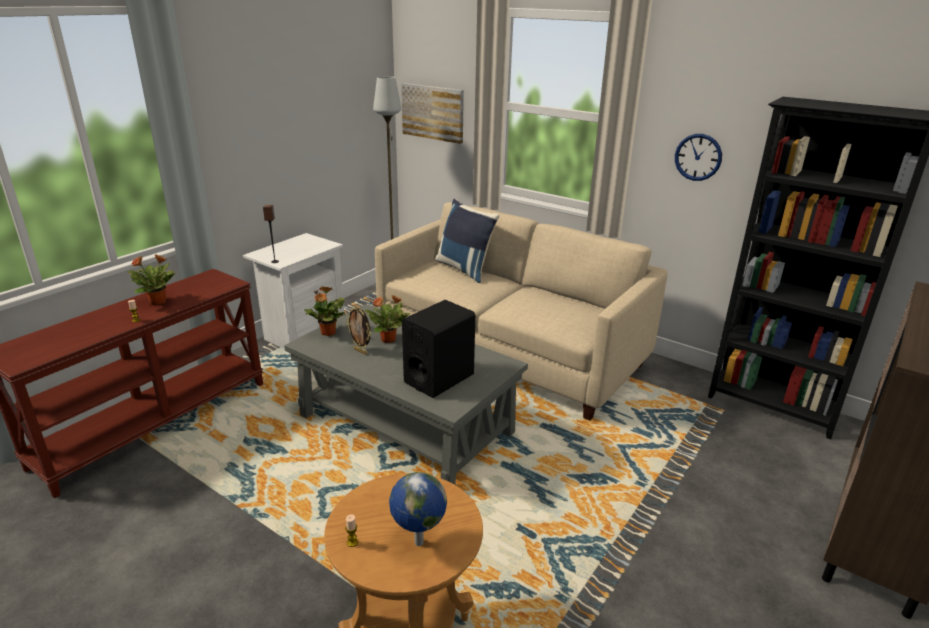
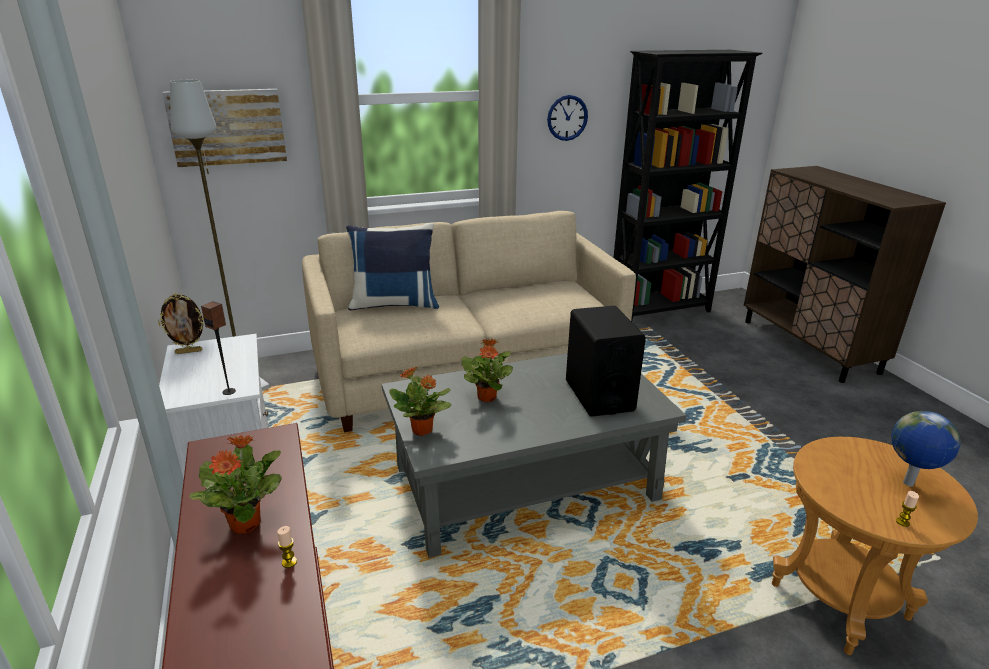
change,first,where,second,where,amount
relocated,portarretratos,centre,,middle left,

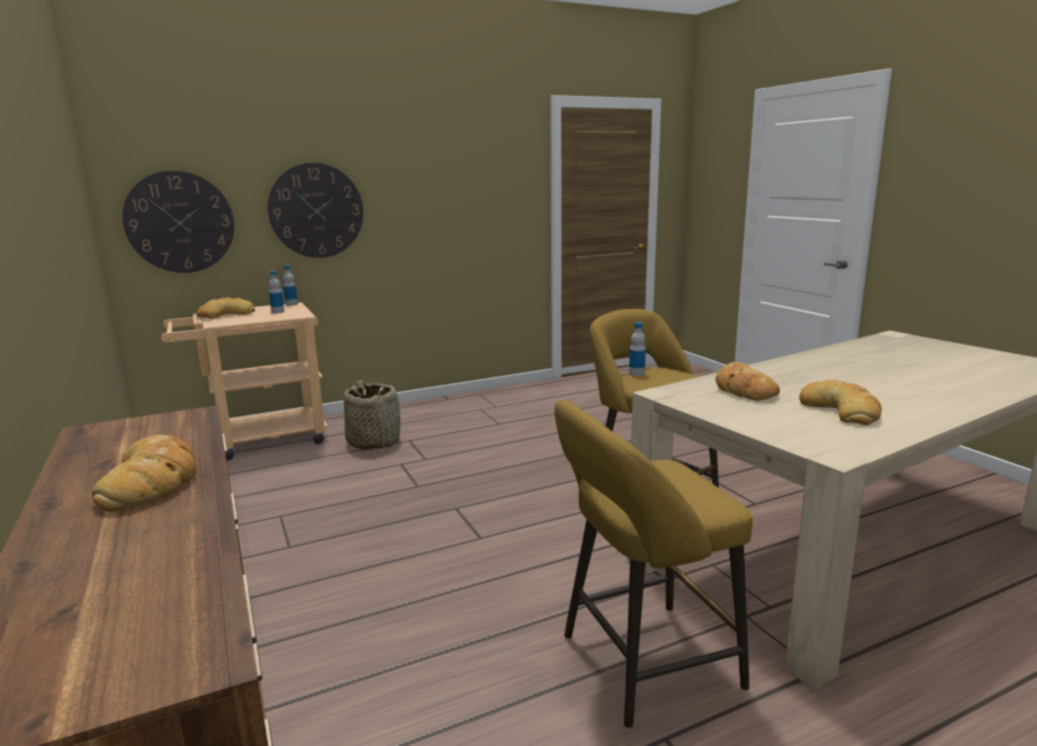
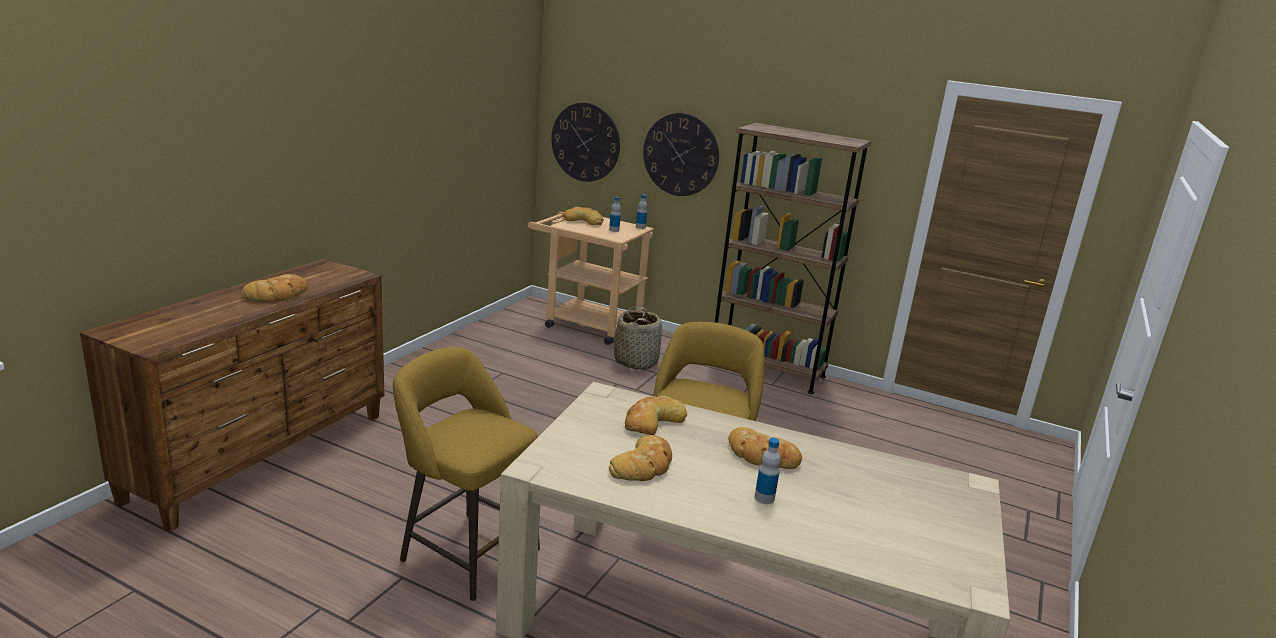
change,first,where,second,where,amount
relocated,botella (no. 3 from left),centre,,bottom centre,
appeared,,,estantería [marrón],centre,
appeared,,,pan (no. 5 from left),bottom centre,

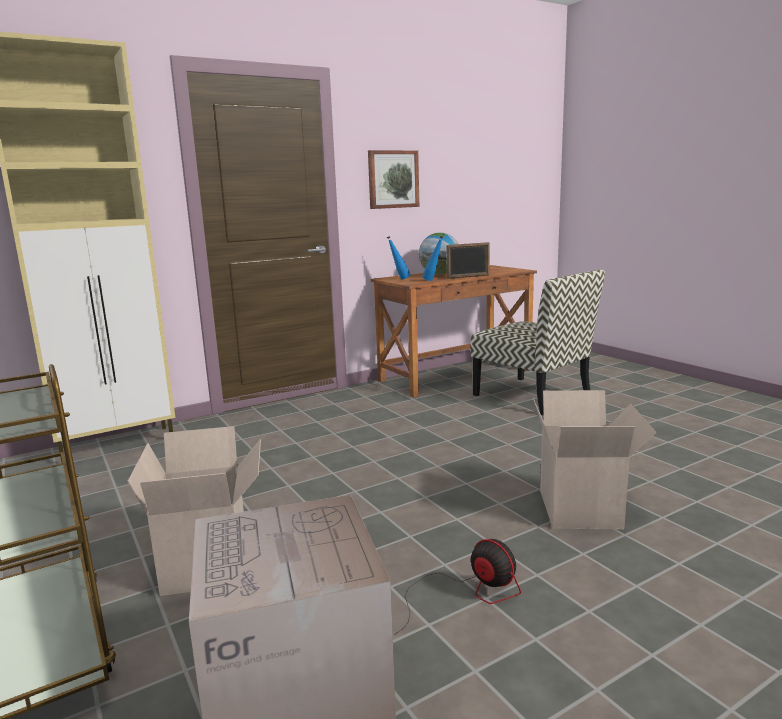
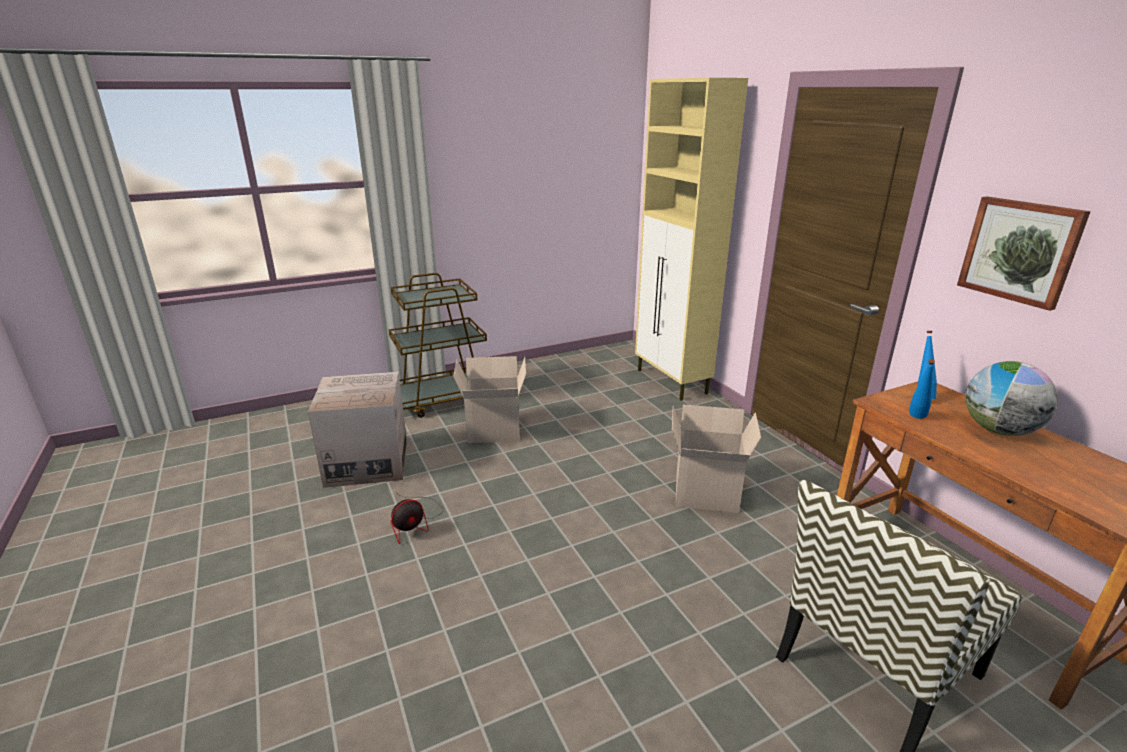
change,first,where,second,where,amount
missing,portarretratos,centre,,,
relocated,caja de cartón (no. 3 from left),middle right,,centre,

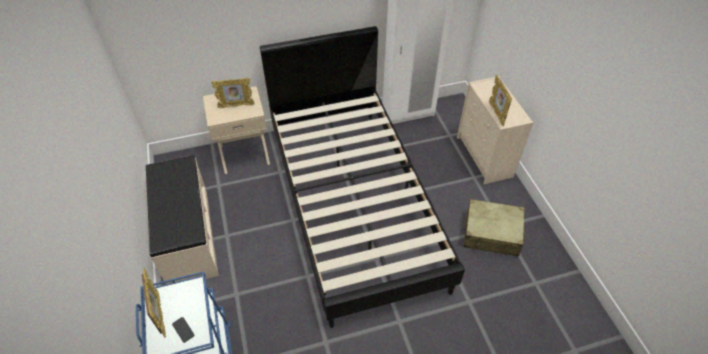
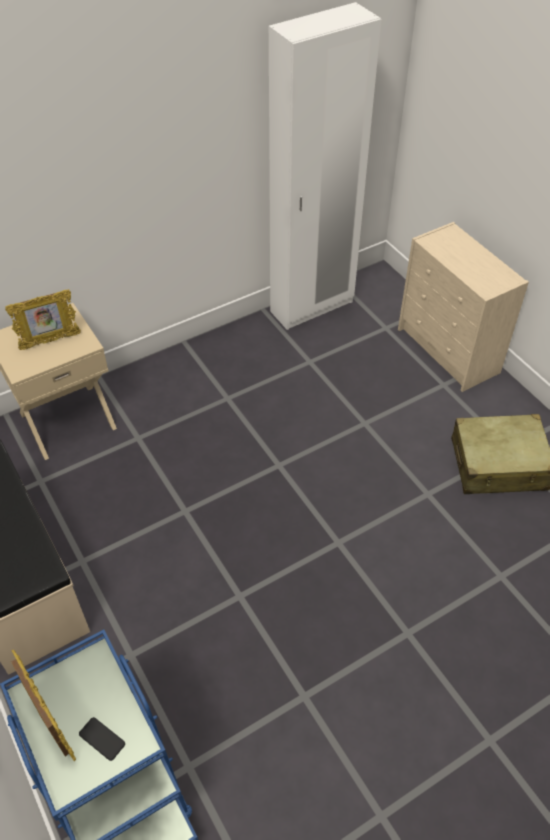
change,first,where,second,where,amount
missing,cama [negro],centre,,,
missing,portarretratos (no. 3 from left),top right,,,

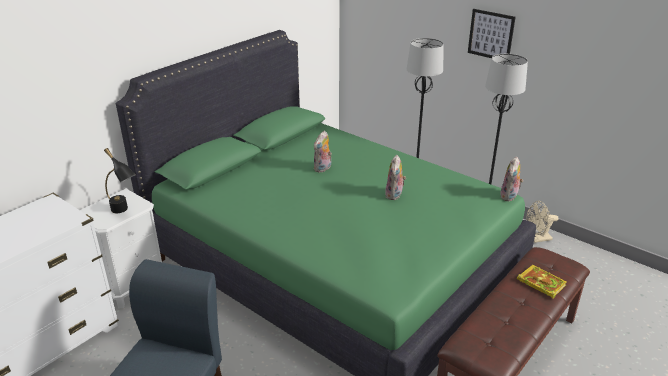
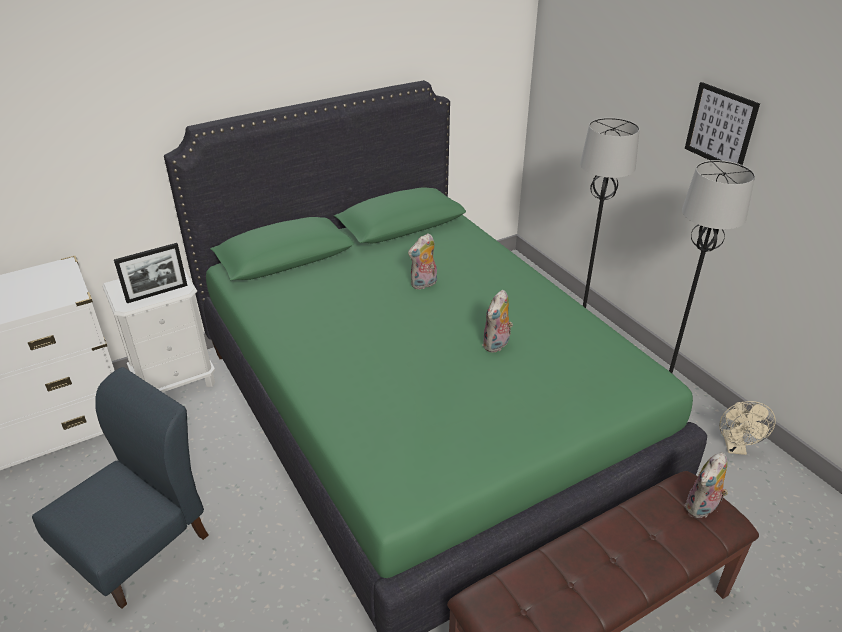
change,first,where,second,where,amount
exchanged,lámpara de mesa [negro],middle left,portarretratos,middle left,
relocated,peluche (no. 3 from left),middle right,,bottom right,
spun,ventilador [beis],middle right,,bottom right,90 degrees counterclockwise
missing,libro,bottom right,,,

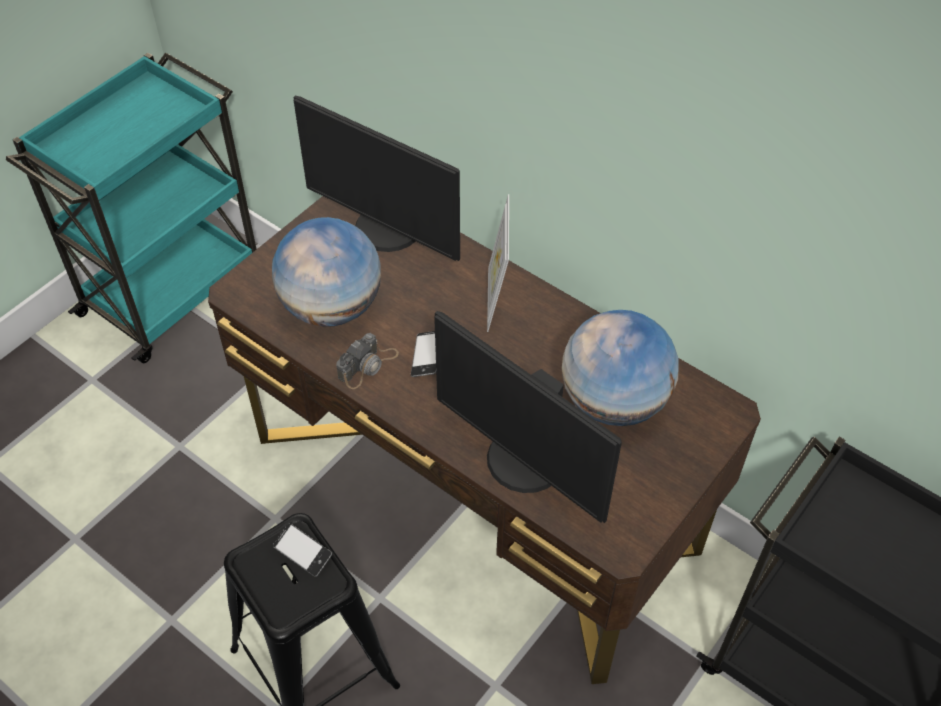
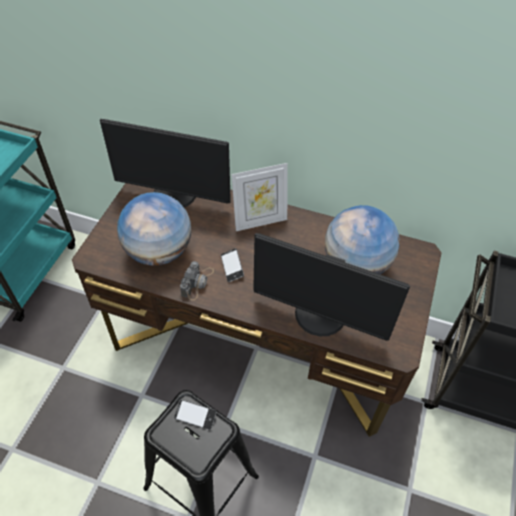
change,first,where,second,where,amount
spun,portarretratos,centre,,centre,90 degrees counterclockwise

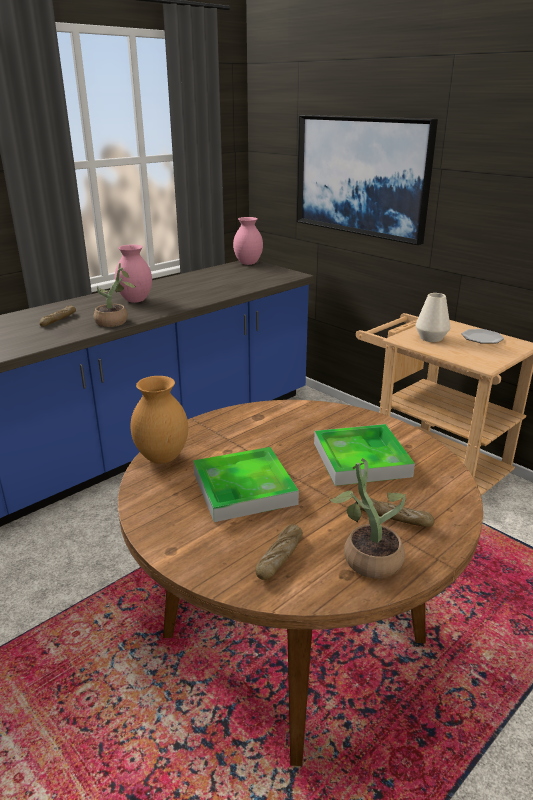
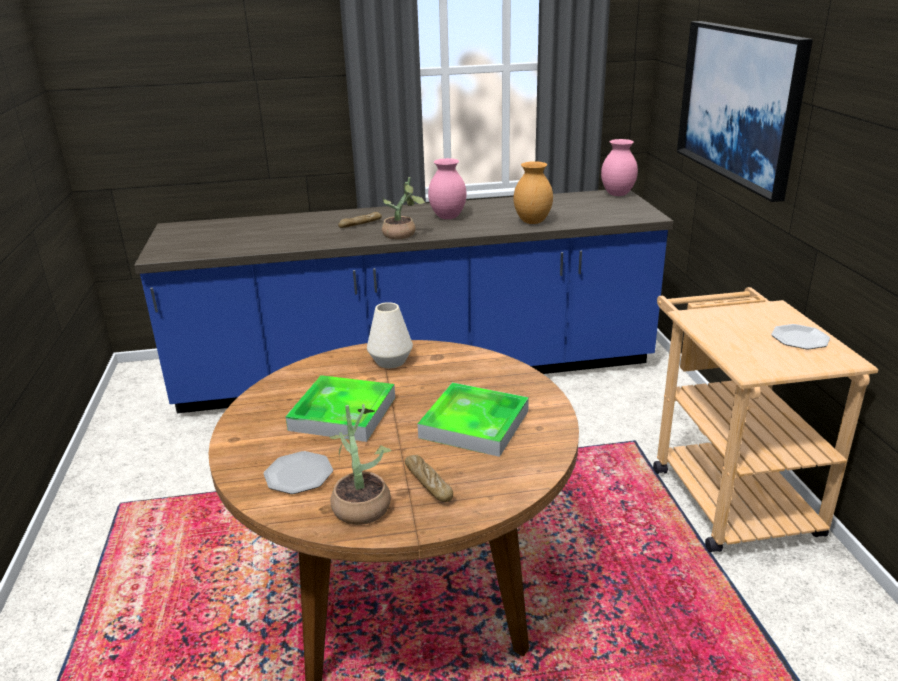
change,first,where,second,where,amount
relocated,florero [blanco],middle right,,centre,
relocated,florero [marrón],middle left,,top centre,
exchanged,pan (no. 2 from left),bottom centre,plato (no. 1 from left),bottom left,

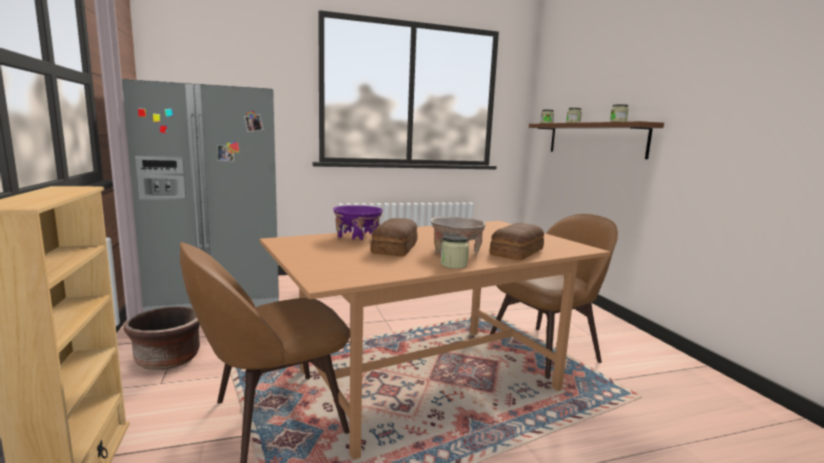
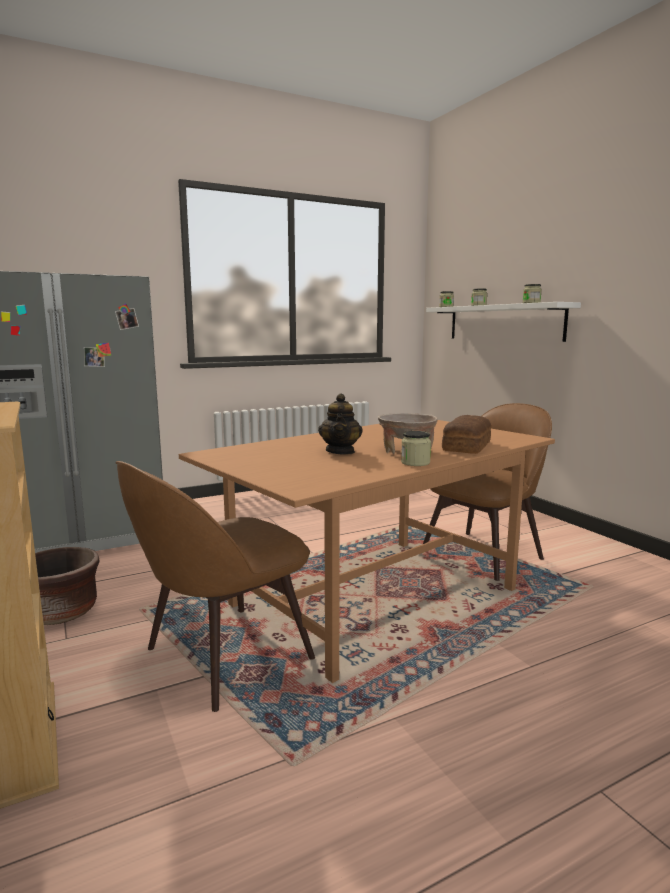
change,first,where,second,where,amount
colour,estante [marrón],top right,estante [blanco],middle right,
missing,cuenco [morado],centre,,,
exchanged,pan (no. 1 from left),centre,tetera,centre,

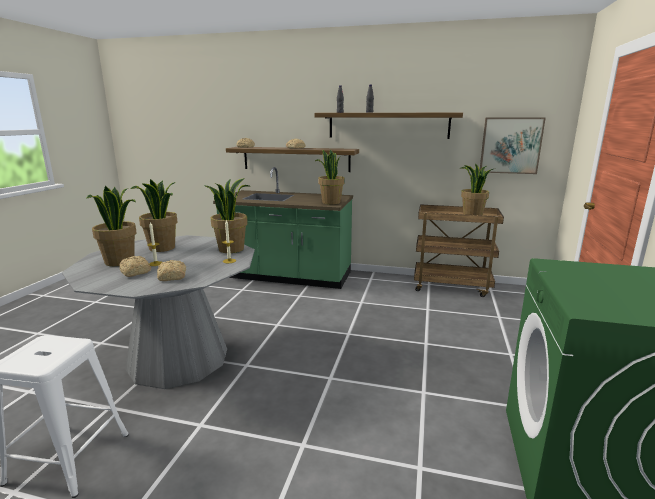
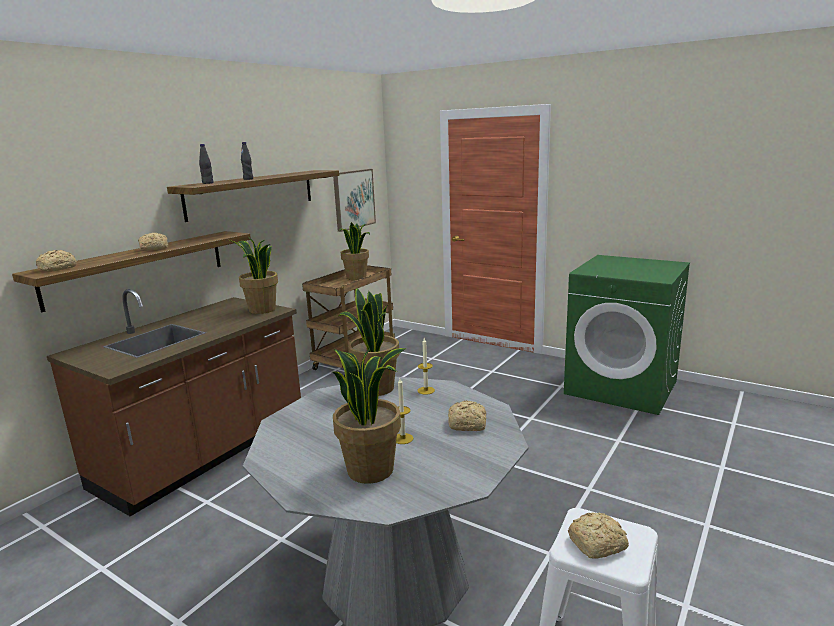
change,first,where,second,where,amount
colour,mueble bajo de cocina [verde],centre,mueble bajo de cocina [marrón],middle left,
missing,planta en maceta (no. 2 from left),middle left,,,
relocated,pan (no. 1 from left in the first image),middle left,pan (no. 4 from left),bottom right,

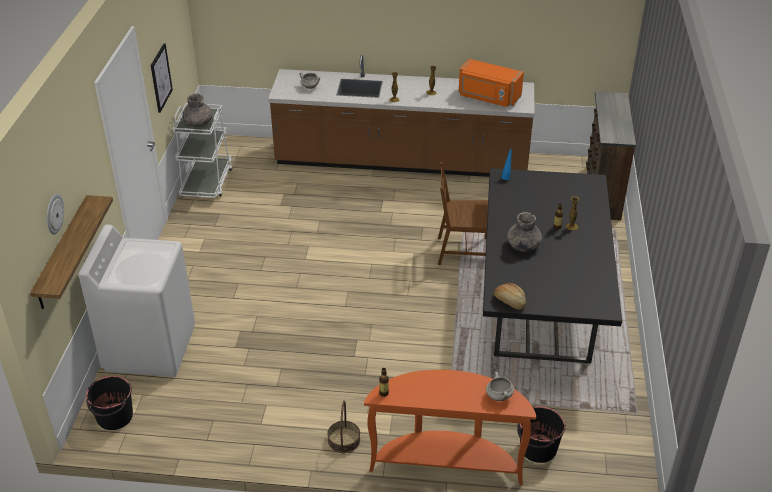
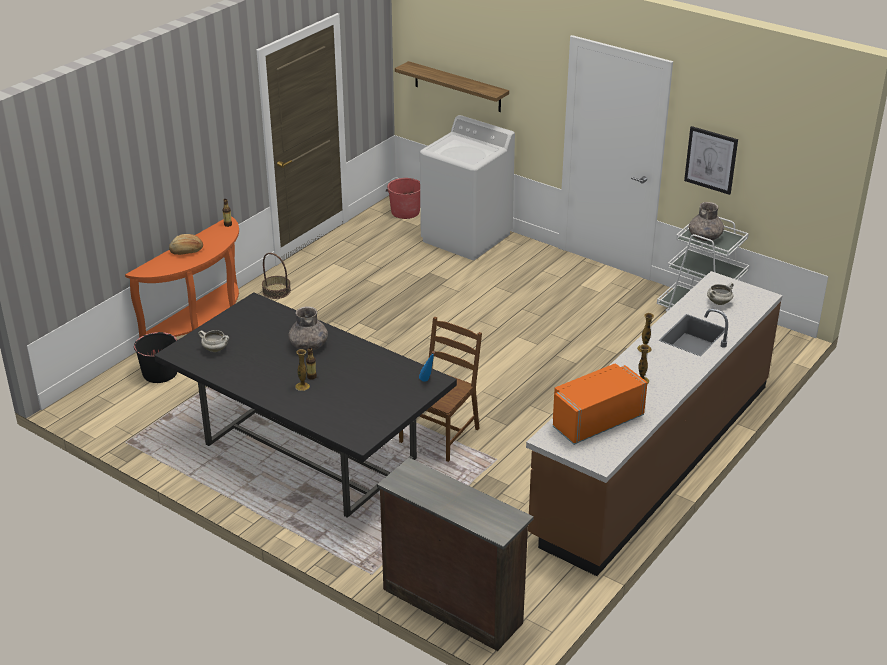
change,first,where,second,where,amount
missing,reloj de pared,middle left,,,
relocated,pan,centre,,middle left,
relocated,olla [blanco] (no. 2 from left in the first image),bottom centre,olla [blanco] (no. 1 from left),middle left,
colour,cubo [negro] (no. 1 from left),bottom left,cubo [rojo],top centre,

